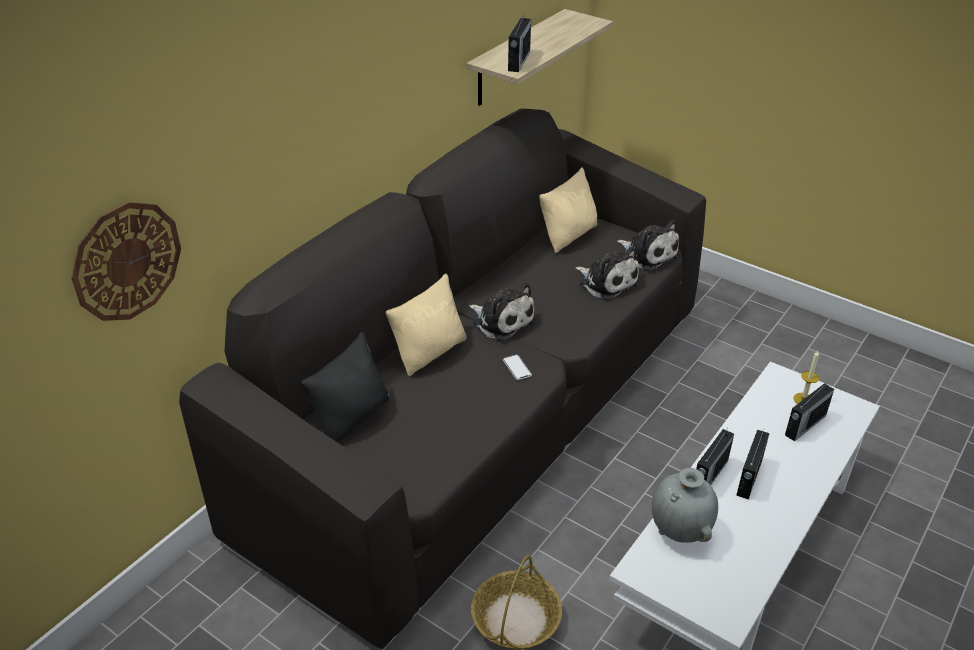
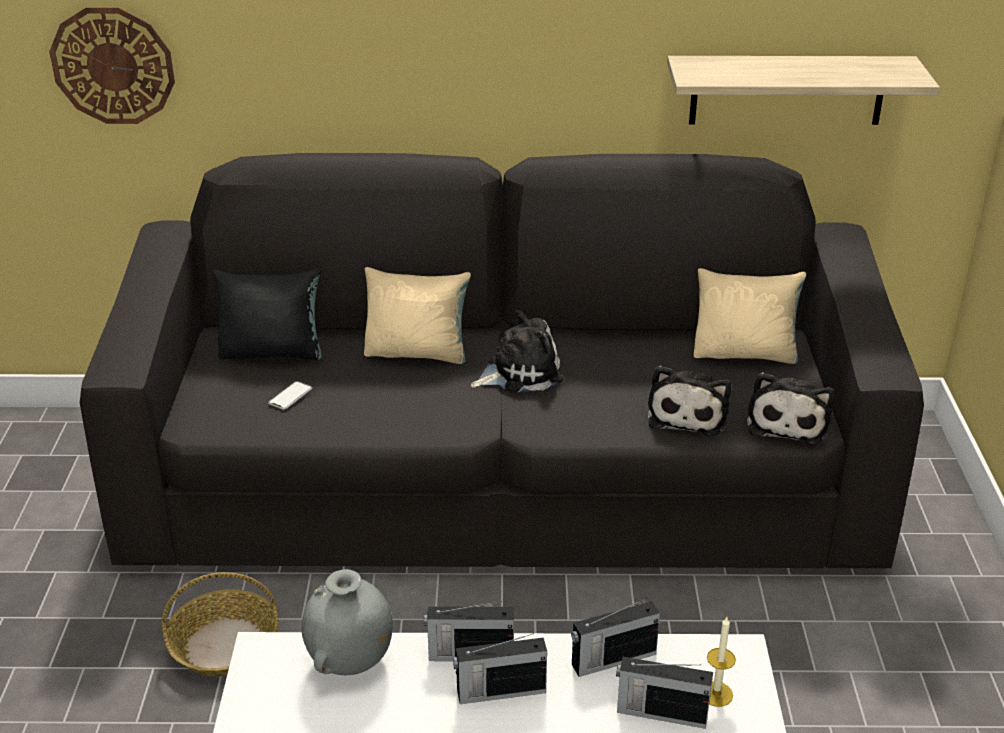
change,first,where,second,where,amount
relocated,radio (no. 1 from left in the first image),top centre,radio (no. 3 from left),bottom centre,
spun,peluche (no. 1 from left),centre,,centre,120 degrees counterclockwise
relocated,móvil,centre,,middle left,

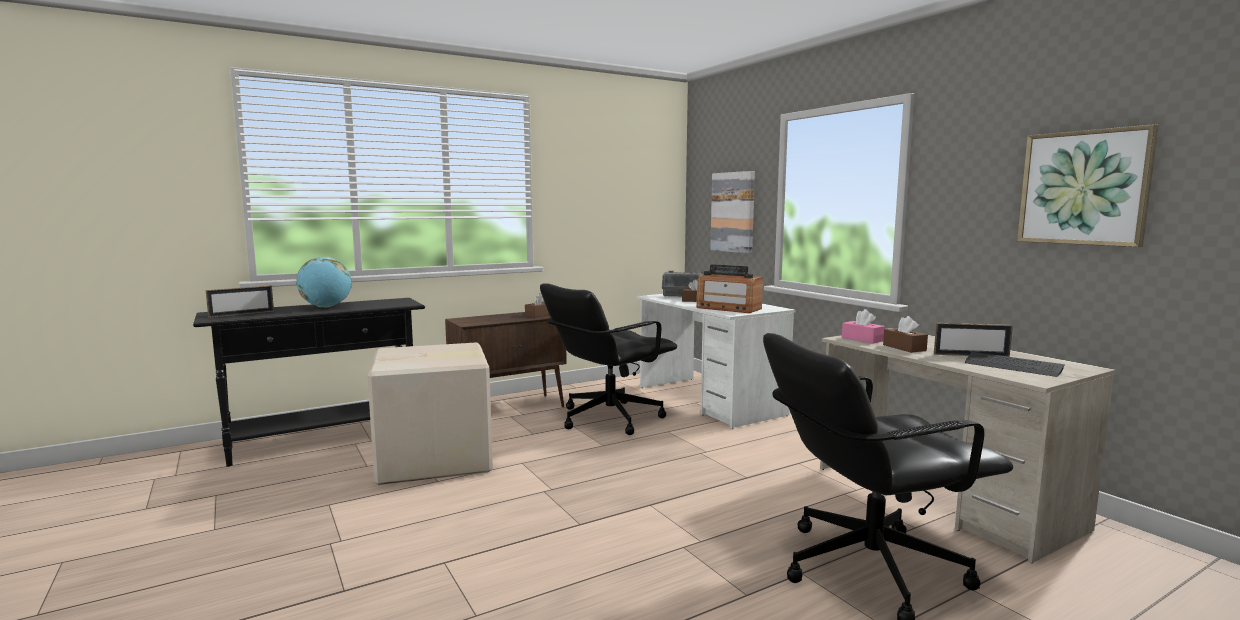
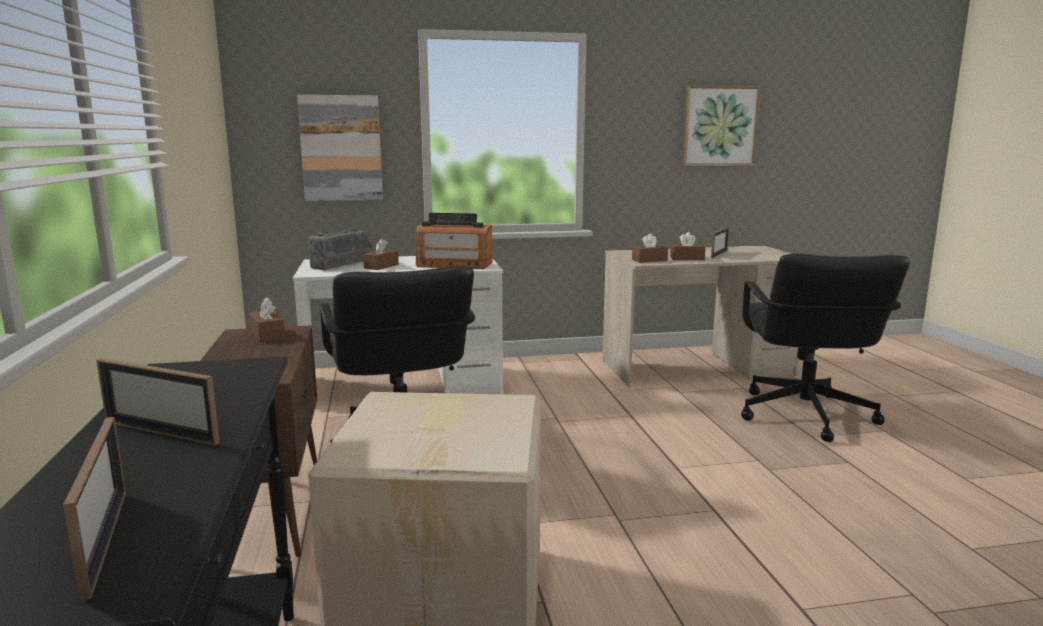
change,first,where,second,where,amount
exchanged,globo terráqueo,middle left,portarretratos (no. 2 from left),middle left,
spun,radio (no. 2 from left),centre,,centre,45 degrees clockwise
colour,caja de pañuelos [rosa],middle right,caja de pañuelos [marrón] (no. 3 from left),centre,
missing,teclado,middle right,,,

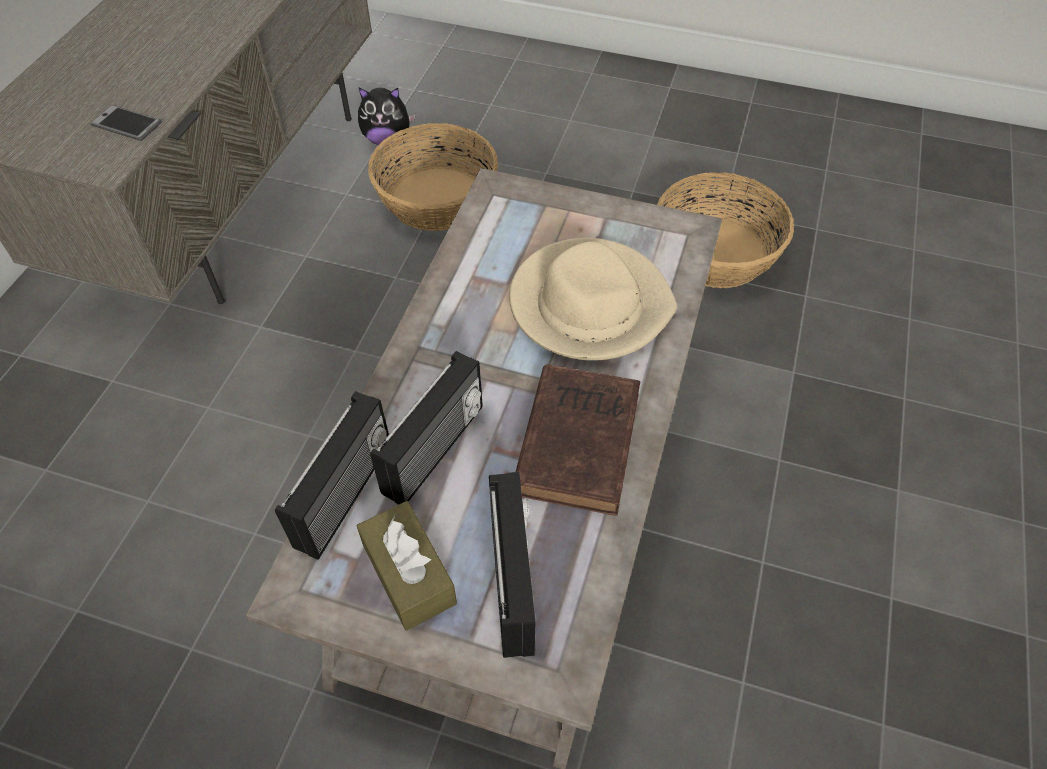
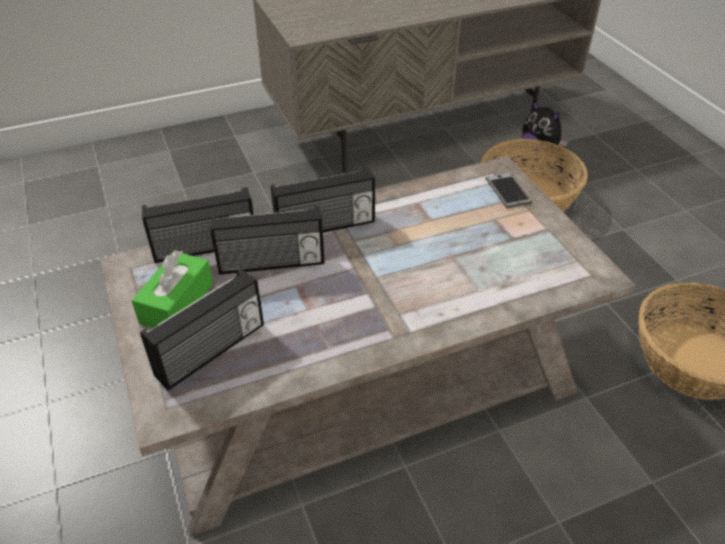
change,first,where,second,where,amount
relocated,móvil,top left,,middle right,
missing,sombrero [beis],centre,,,
missing,libro [marrón],centre,,,
colour,caja de pañuelos [marrón],bottom centre,caja de pañuelos [verde],middle left,
appeared,,,radio (no. 4 from left),centre,

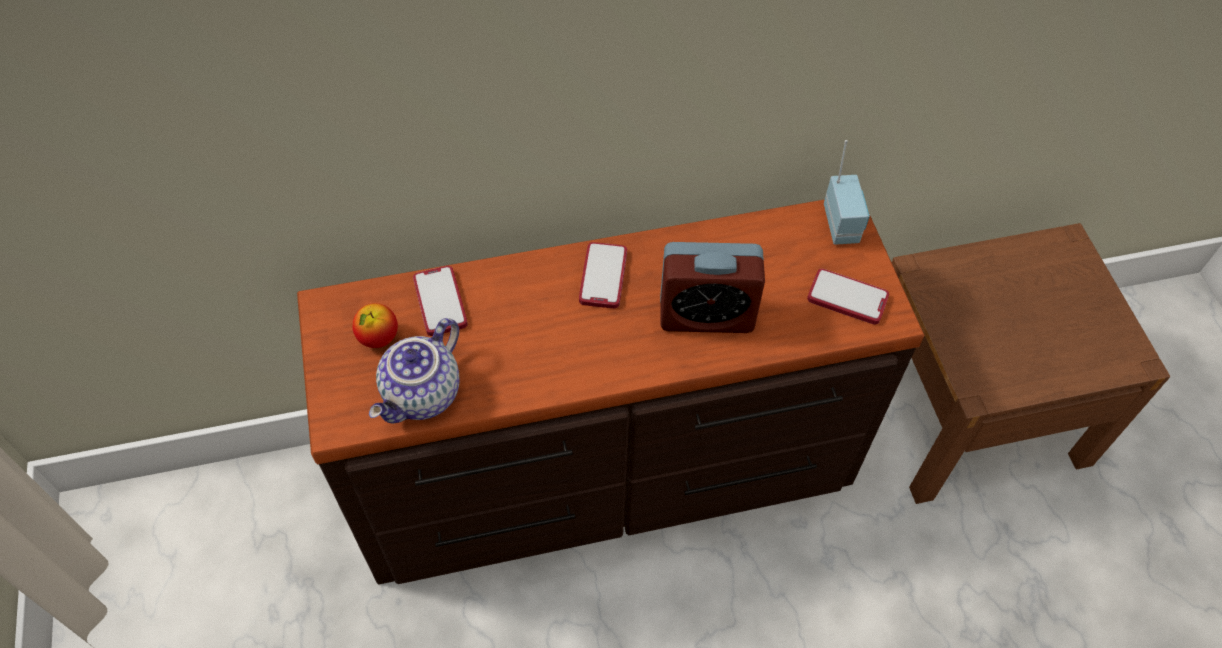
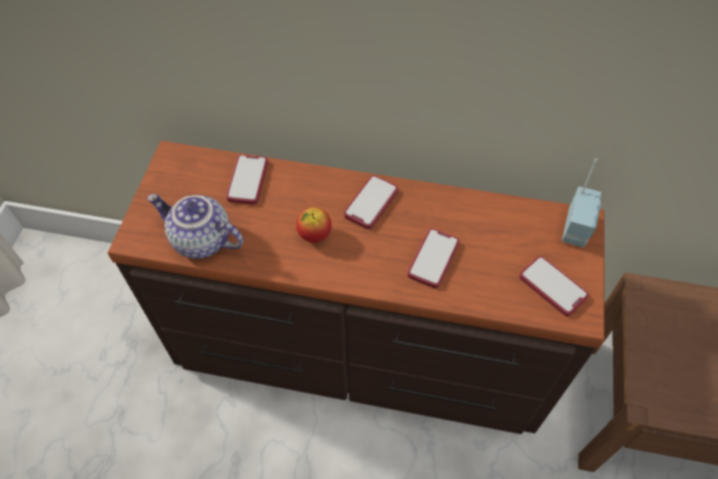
change,first,where,second,where,amount
exchanged,despertador,centre,móvil (no. 3 from left),centre,
relocated,manzana,middle left,,centre,
spun,tetera,centre,,middle left,60 degrees clockwise

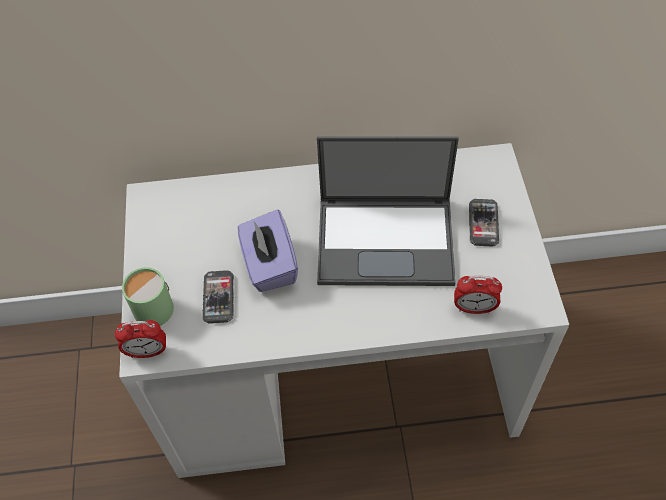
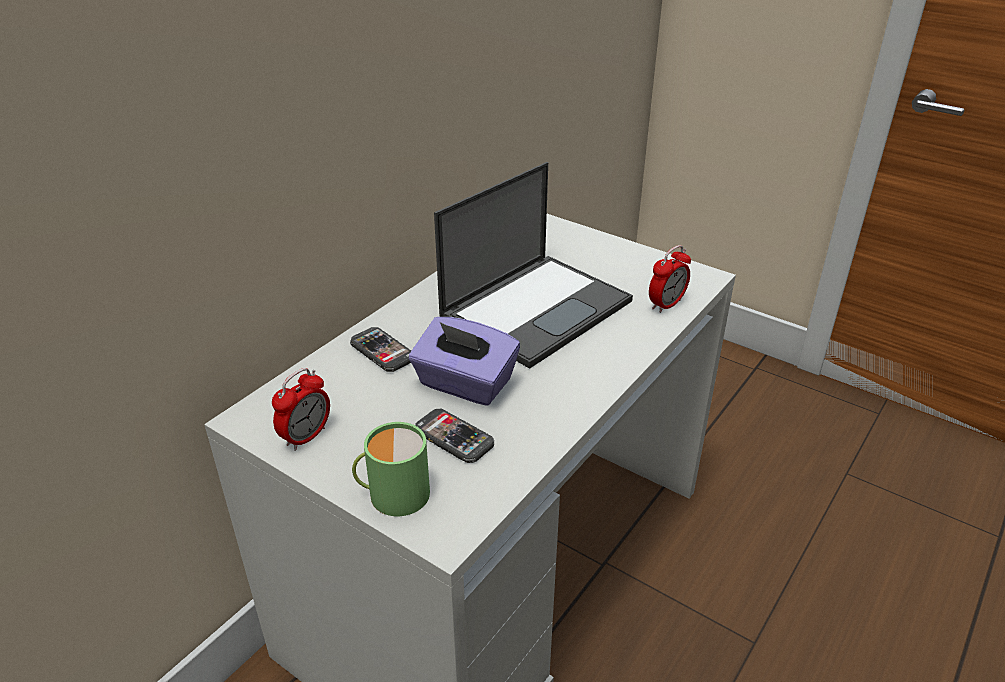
change,first,where,second,where,amount
relocated,móvil (no. 2 from left in the first image),middle right,móvil (no. 1 from left),centre,
relocated,despertador (no. 1 from left),bottom left,,middle left,

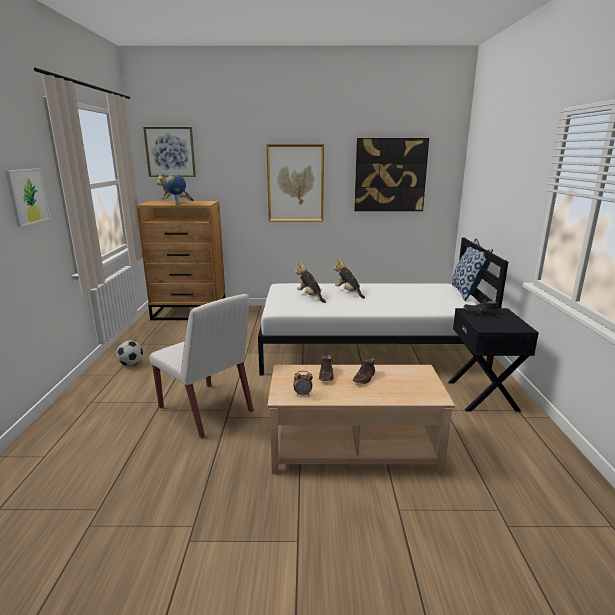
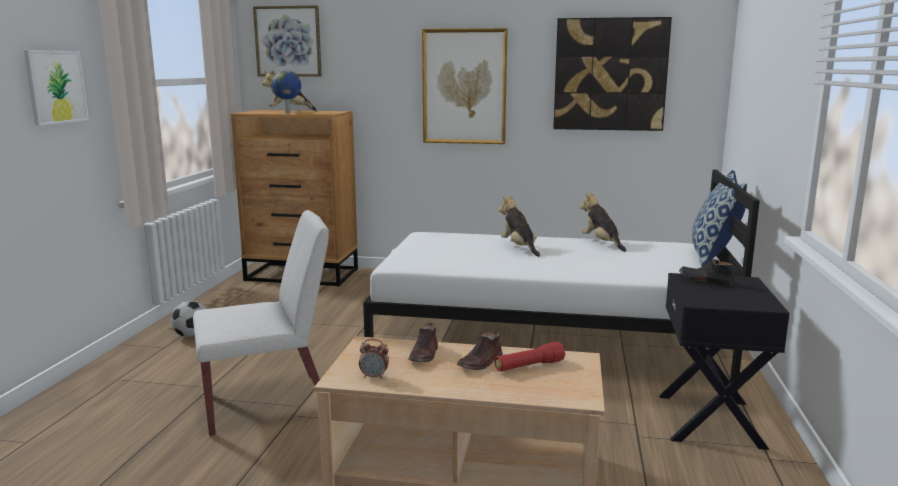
change,first,where,second,where,amount
relocated,peluche (no. 2 from left in the first image),centre,peluche (no. 3 from left),middle right,
spun,silla [blanco],middle left,,middle left,75 degrees counterclockwise
appeared,,,linterna [rojo],bottom centre,

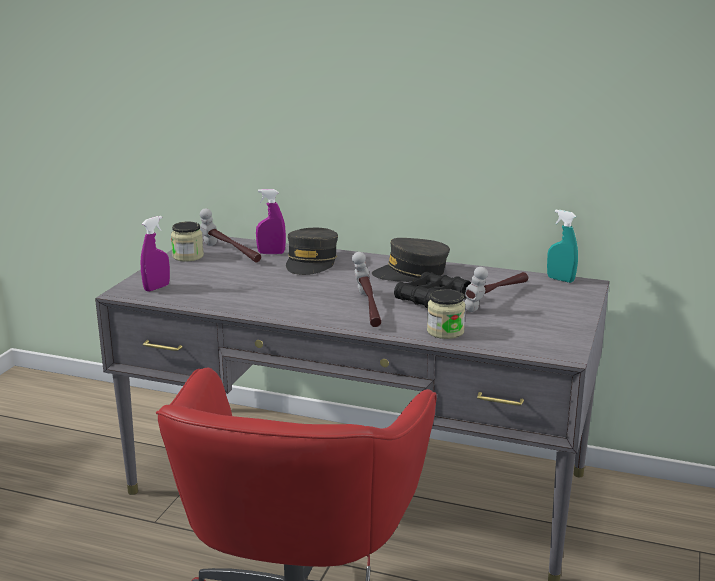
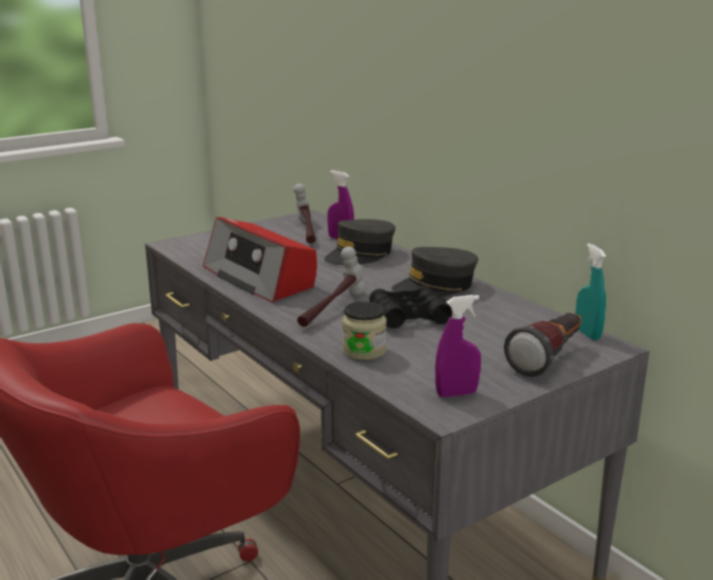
change,first,where,second,where,amount
relocated,pulverizador [morado] (no. 1 from left in the first image),middle left,pulverizador [morado] (no. 2 from left),centre,
missing,tarro (no. 1 from left),middle left,,,
spun,gorra [gris] (no. 2 from left),centre,,centre,45 degrees counterclockwise
missing,martillo (no. 3 from left),middle right,,,
appeared,,,radio,centre,
appeared,,,linterna,middle right,

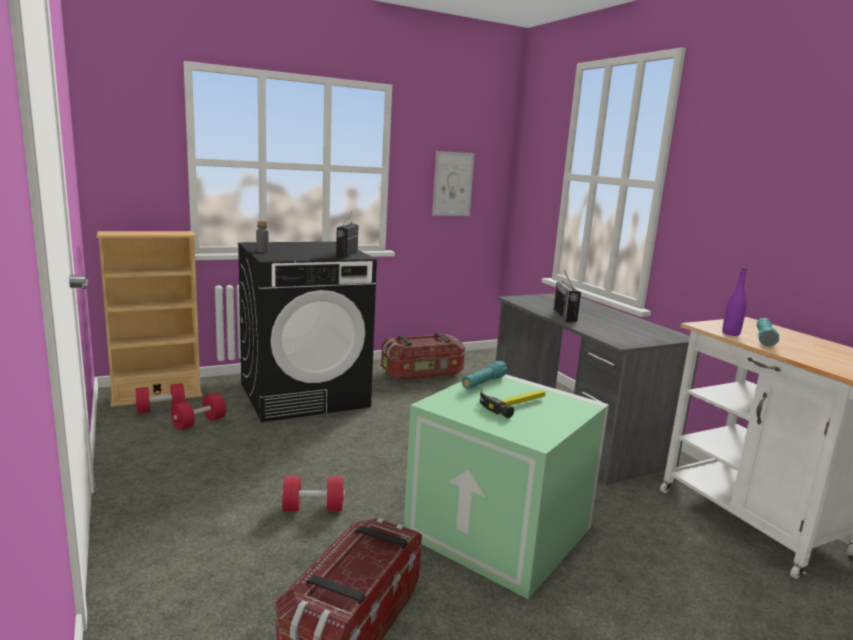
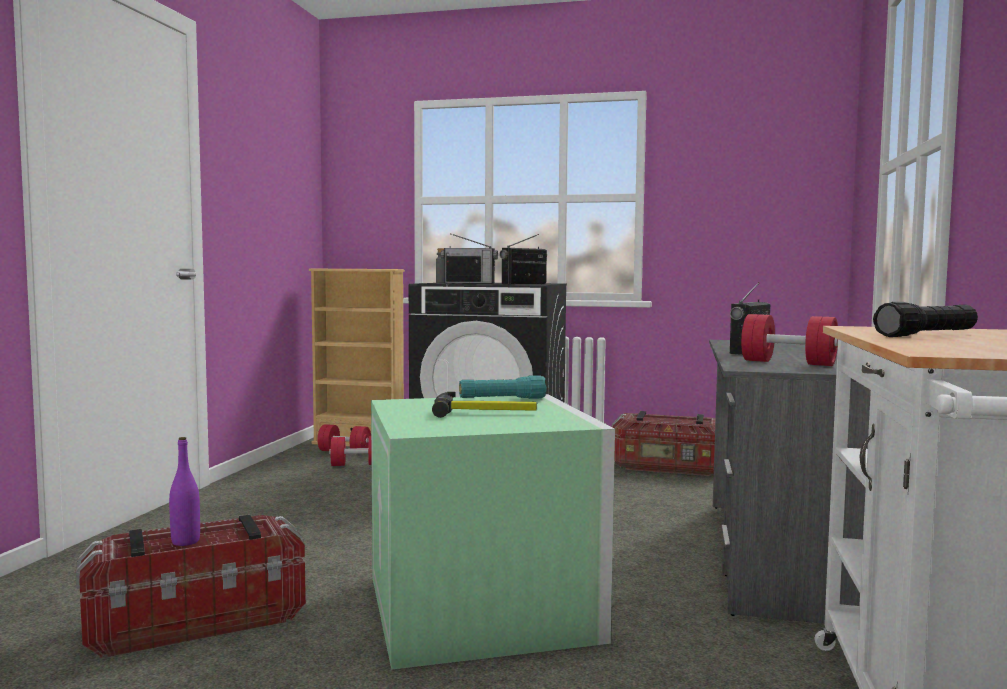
change,first,where,second,where,amount
missing,cuadro,top centre,,,
relocated,botella [morado],middle right,,bottom left,
colour,linterna [turquesa] (no. 2 from left),middle right,linterna [negro],middle right,
relocated,mancuerna [rojo] (no. 3 from left),bottom centre,,middle right,
appeared,,,radio (no. 1 from left),centre,

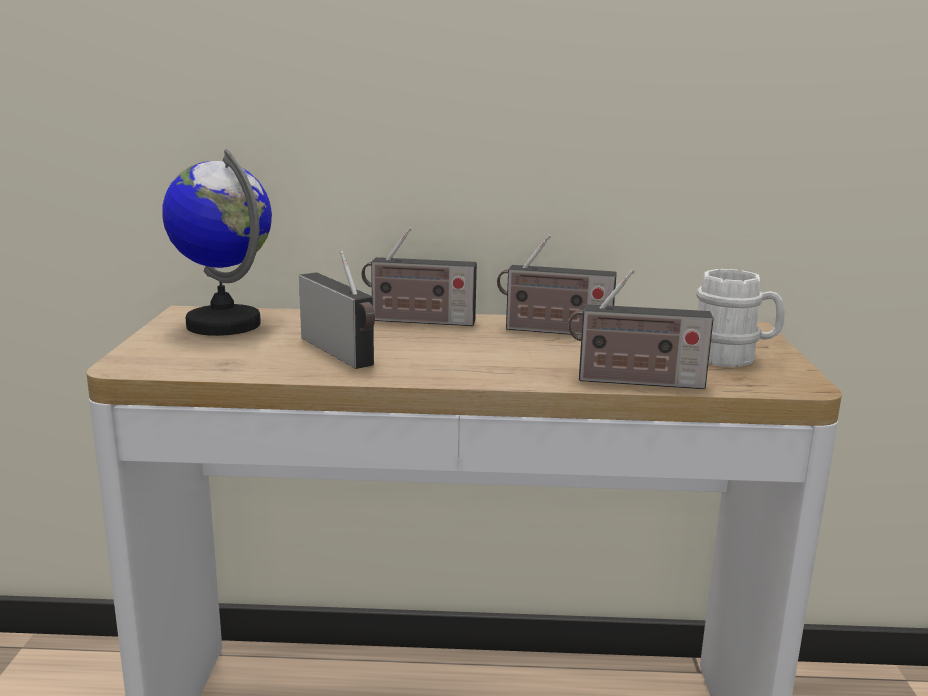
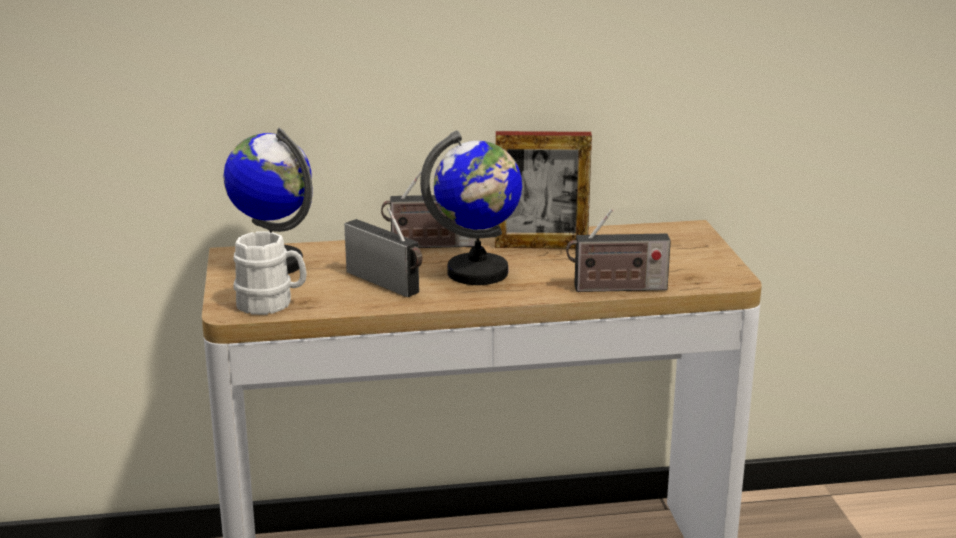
change,first,where,second,where,amount
exchanged,radio (no. 3 from left),centre,portarretratos,centre,
relocated,taza grande [blanco],middle right,,middle left,
appeared,,,globo terráqueo (no. 2 from left),centre,

